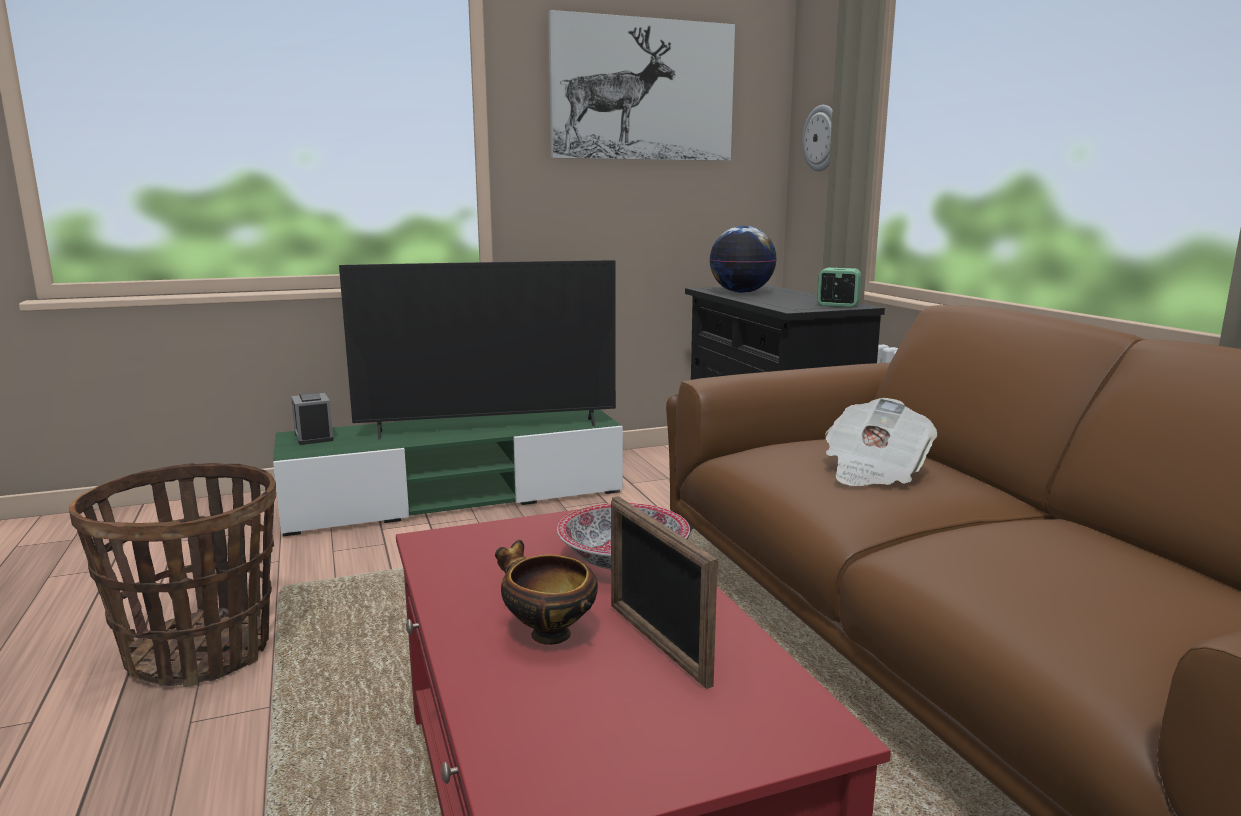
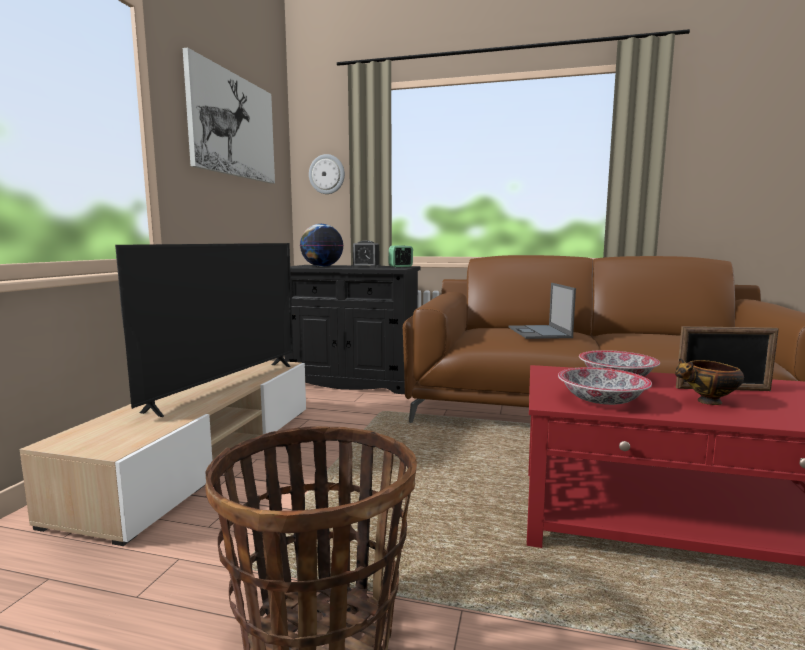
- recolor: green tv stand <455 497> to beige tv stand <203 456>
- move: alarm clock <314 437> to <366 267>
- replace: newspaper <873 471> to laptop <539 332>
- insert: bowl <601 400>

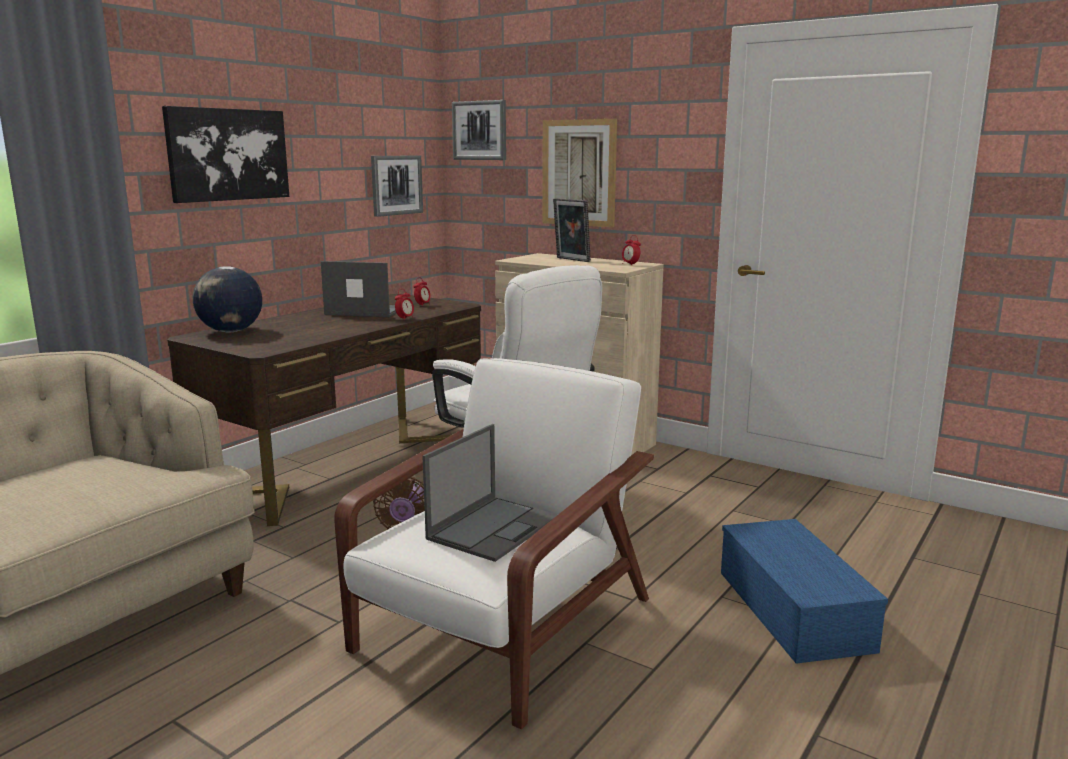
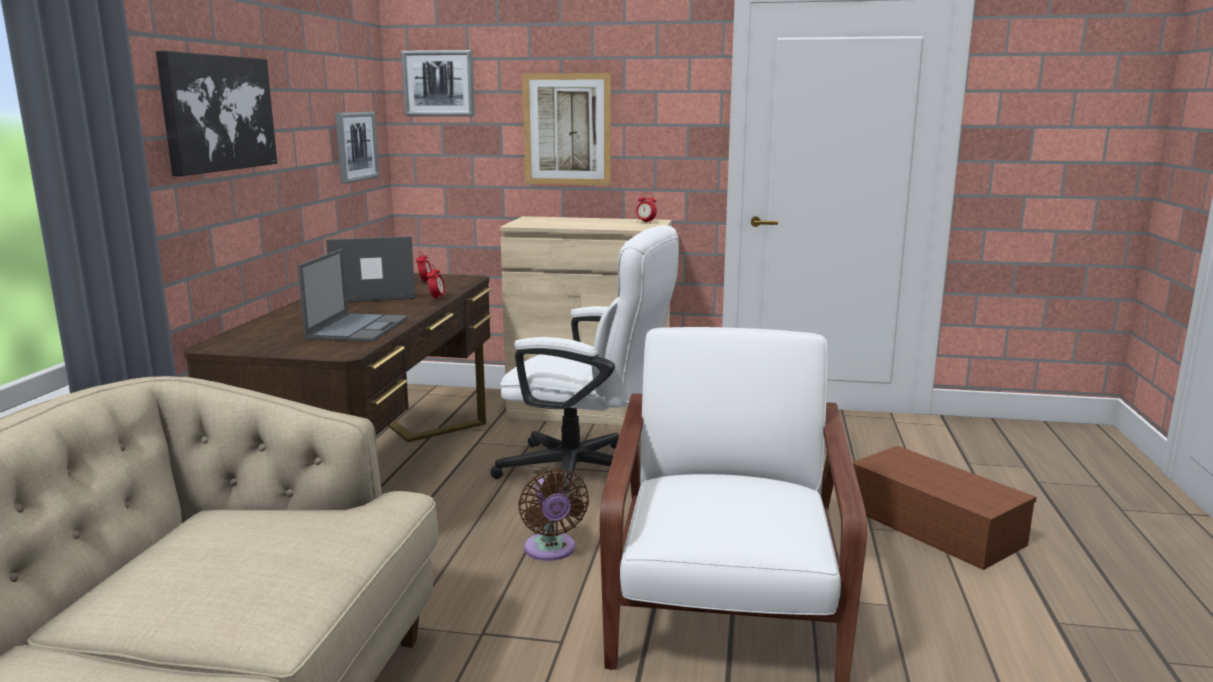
- delete: globe <230 331>
- move: laptop <494 527> to <358 328>
- delete: picture frame <571 260>
- recolor: blue storage box <796 610> to brown storage box <937 526>

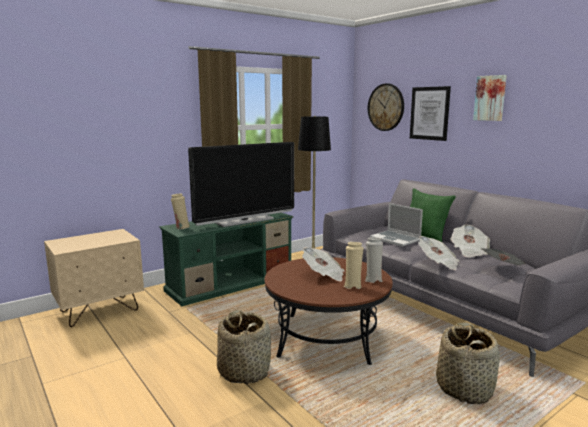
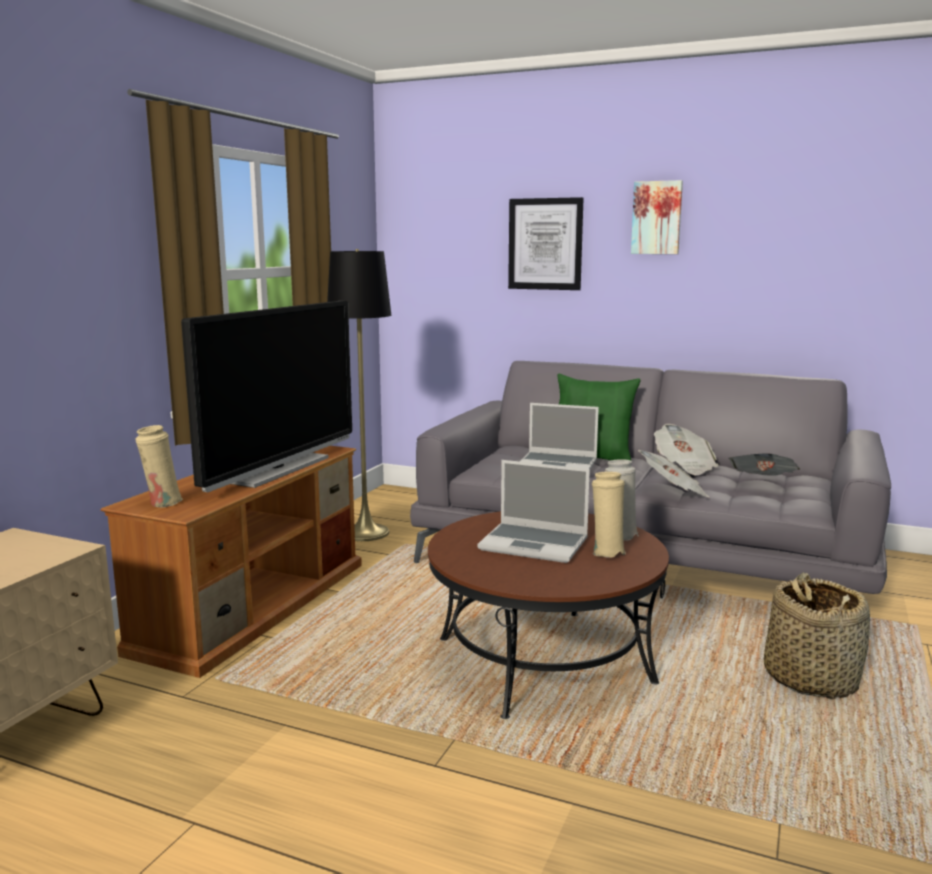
- recolor: green tv stand <232 282> to brown tv stand <254 604>
- delete: basket <244 371>
- replace: newspaper <323 275> to laptop <535 544>
- delete: wall clock <386 107>

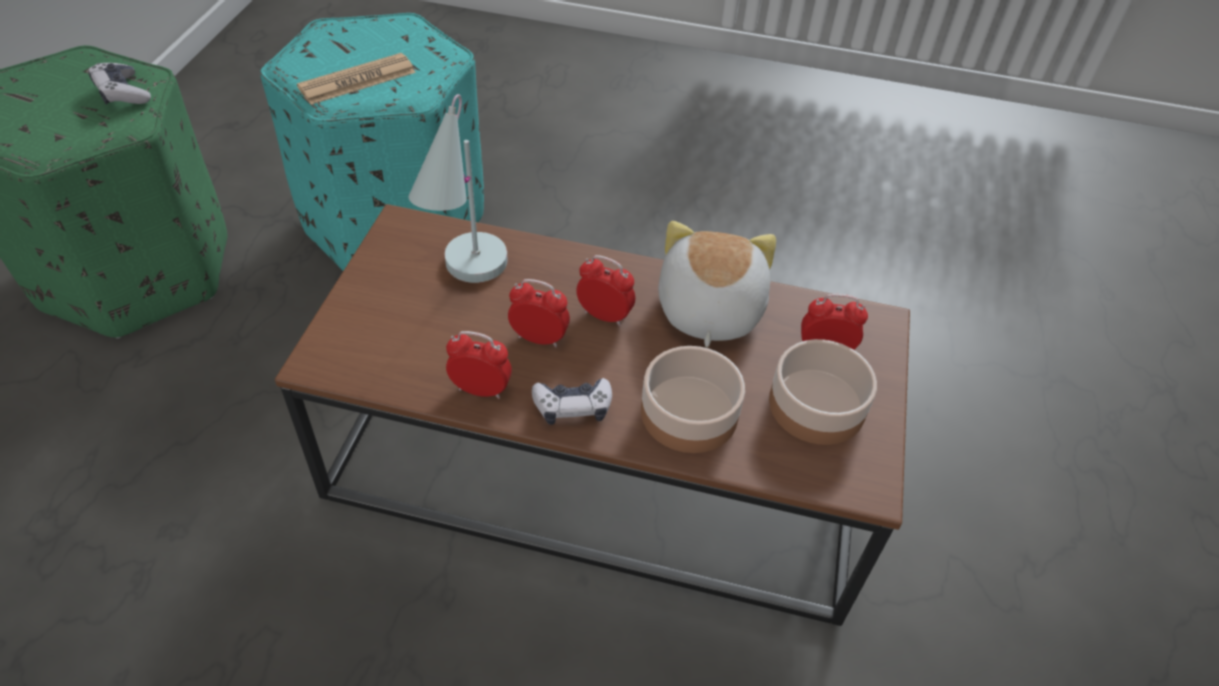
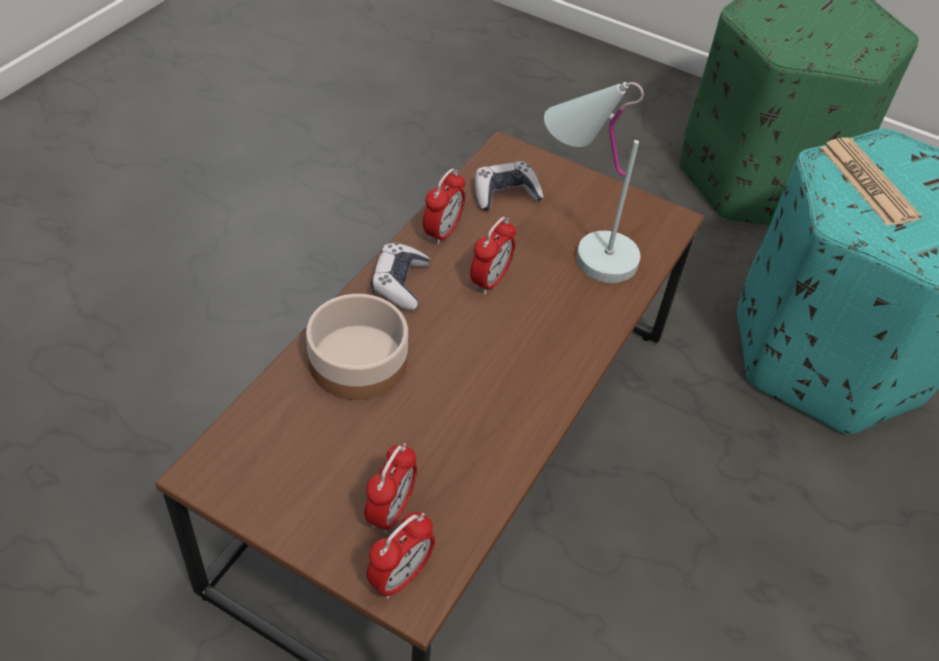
- move: game controller <122 93> to <505 194>
- move: alarm clock <604 315> to <400 576>
- delete: plush toy <707 310>
- delete: bowl <816 404>

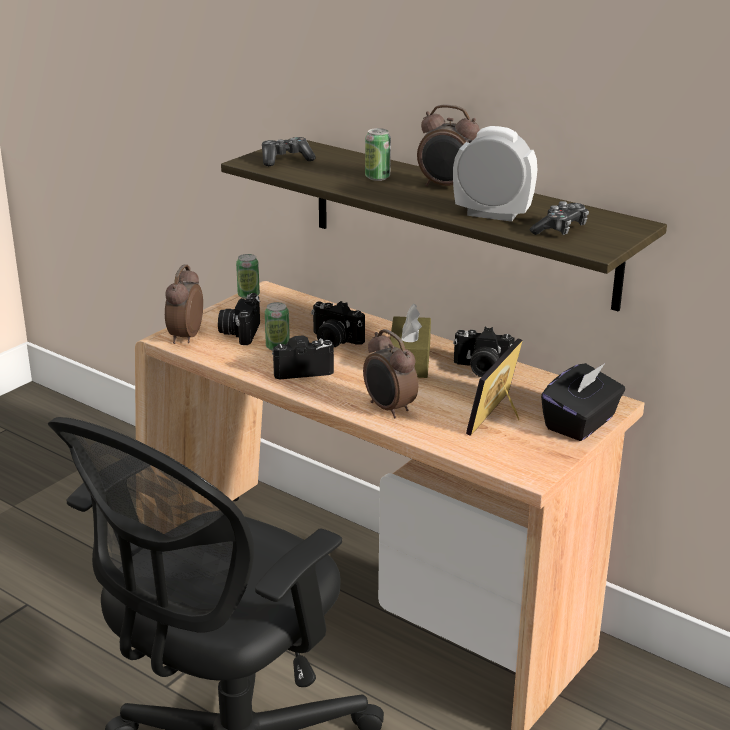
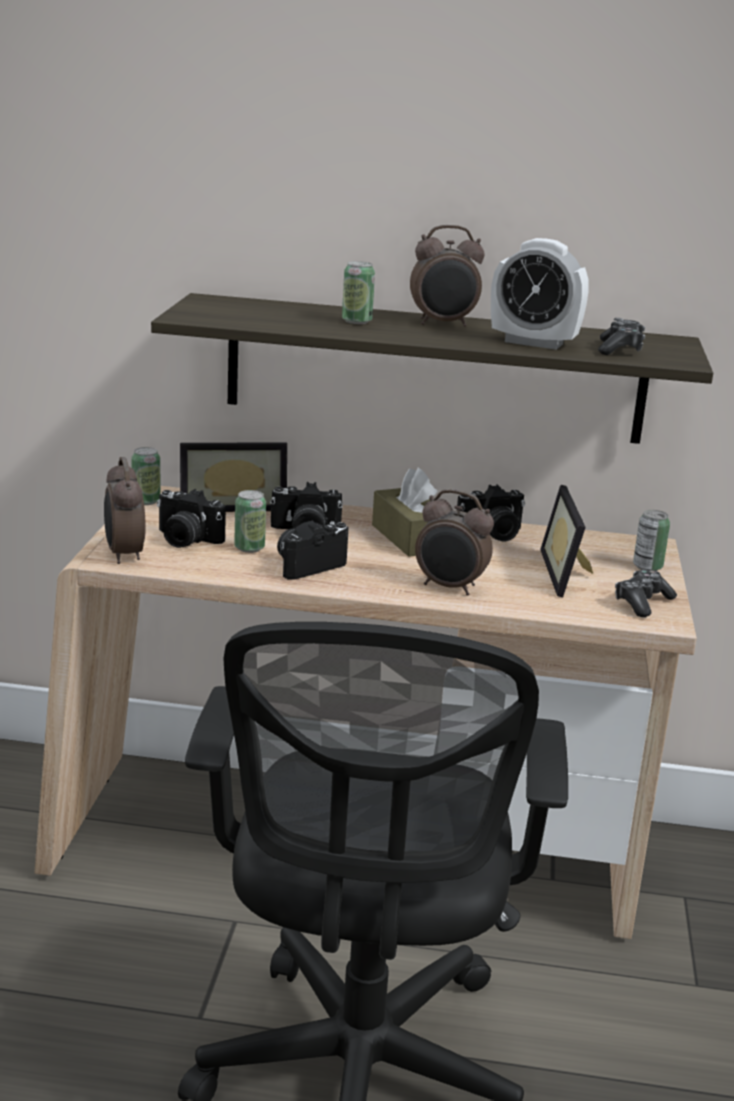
- rotate: photo camera <240 332> = <185 540> 45 degrees counterclockwise
- move: game controller <286 160> to <642 602>
- rotate: alarm clock <492 214> = <534 343> 150 degrees counterclockwise
- replace: black tissue box <581 423> to can <647 567>
- insert: picture frame <232 505>

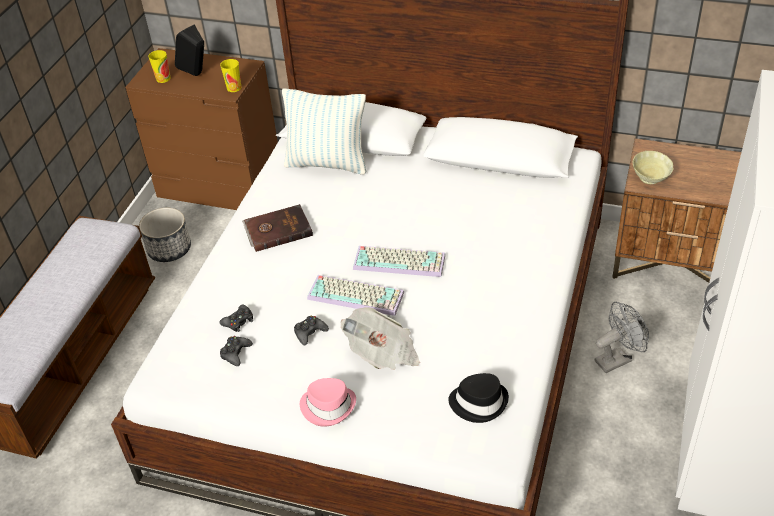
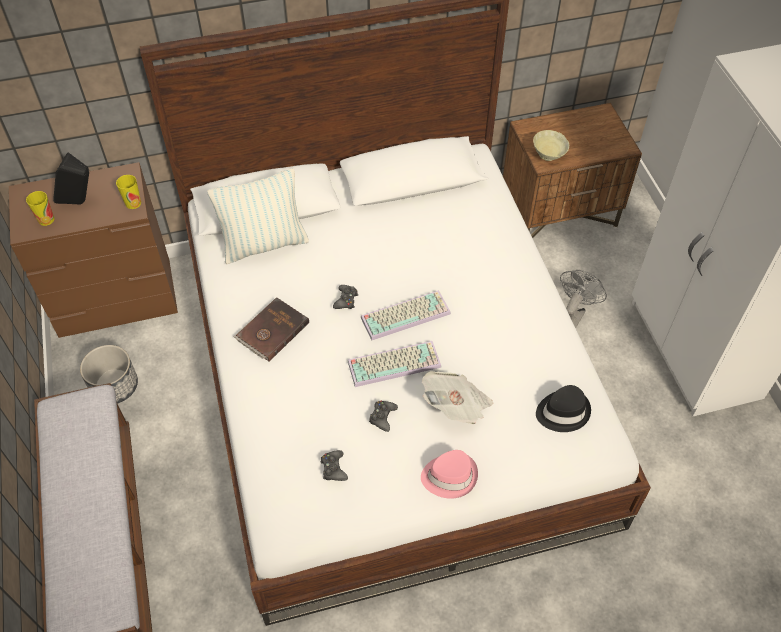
- move: black game controller <238 321> to <346 300>

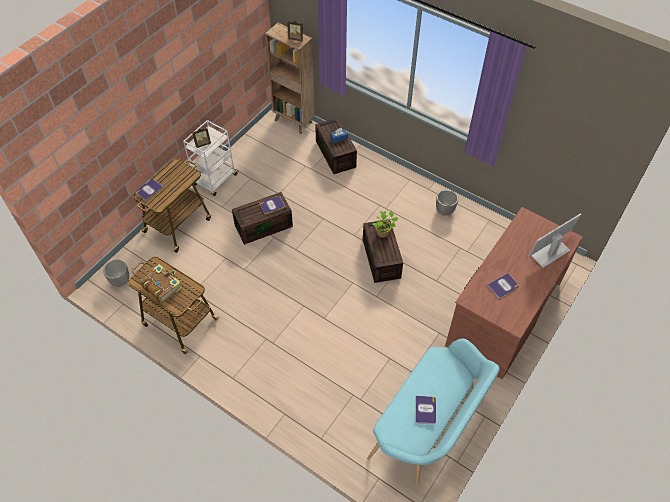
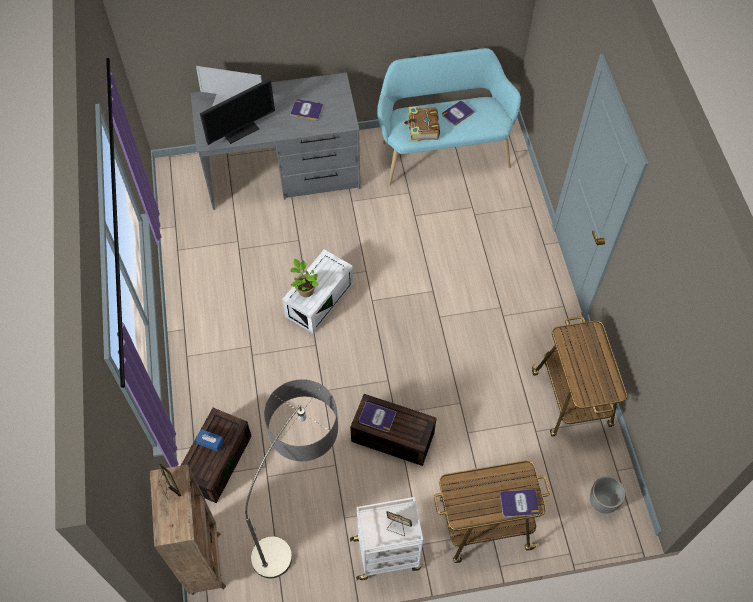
- move: book <162 286> to <422 128>
- recolor: brown storage box <382 259> to white storage box <319 299>
- delete: planter <445 211>
- recolor: brown desk <503 314> to grey desk <283 172>
- insert: monitor <240 129>
- insert: floor lamp <301 517>

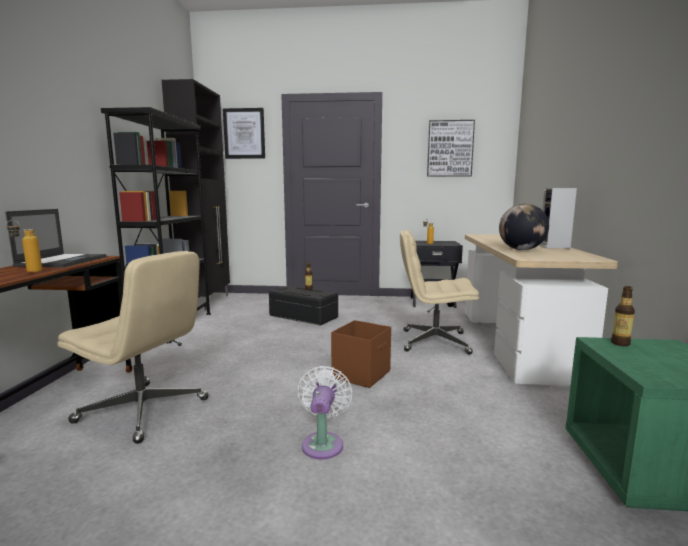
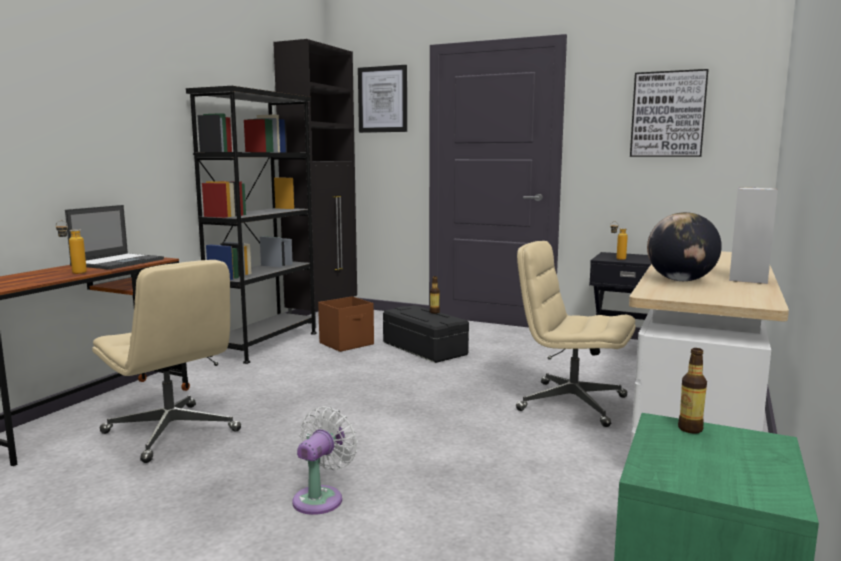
- move: brown storage box <362 374> to <347 343>

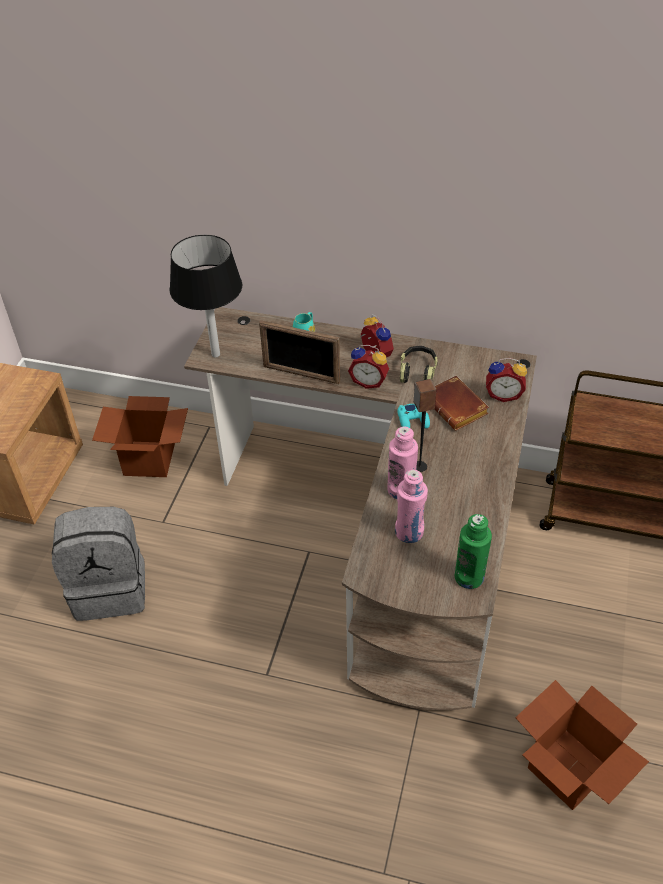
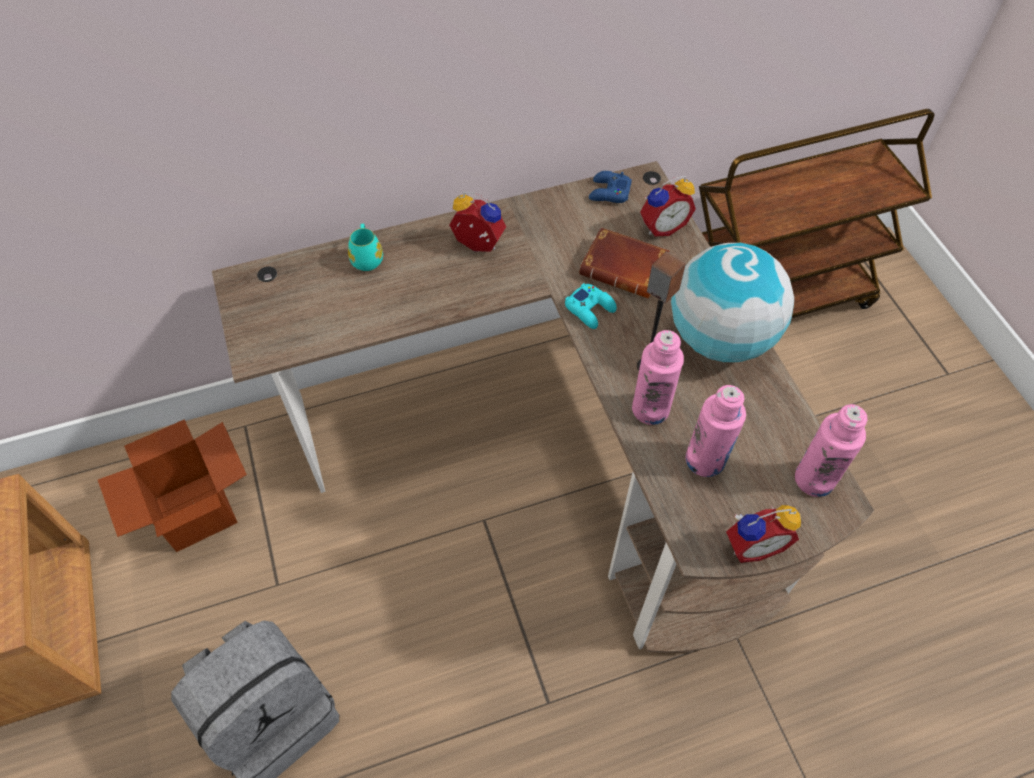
- delete: black table lamp <216 354>
- delete: picture frame <301 374>
- move: alarm clock <369 381> to <752 544>
- delete: headphones <417 371>
- recolor: green bottle <469 577> to pink bottle <814 479>
- delete: cardboard box <568 769>
- insert: blue game controller <609 192>
- insert: globe <720 338>

